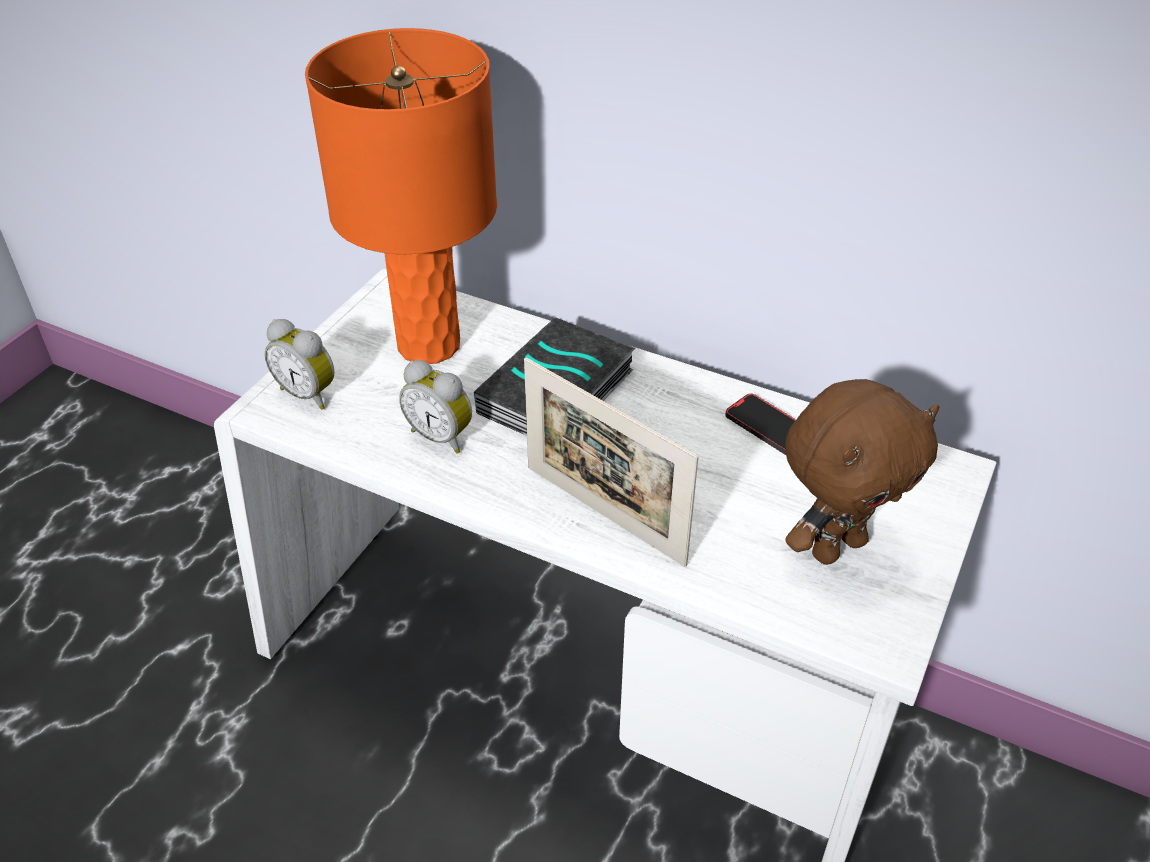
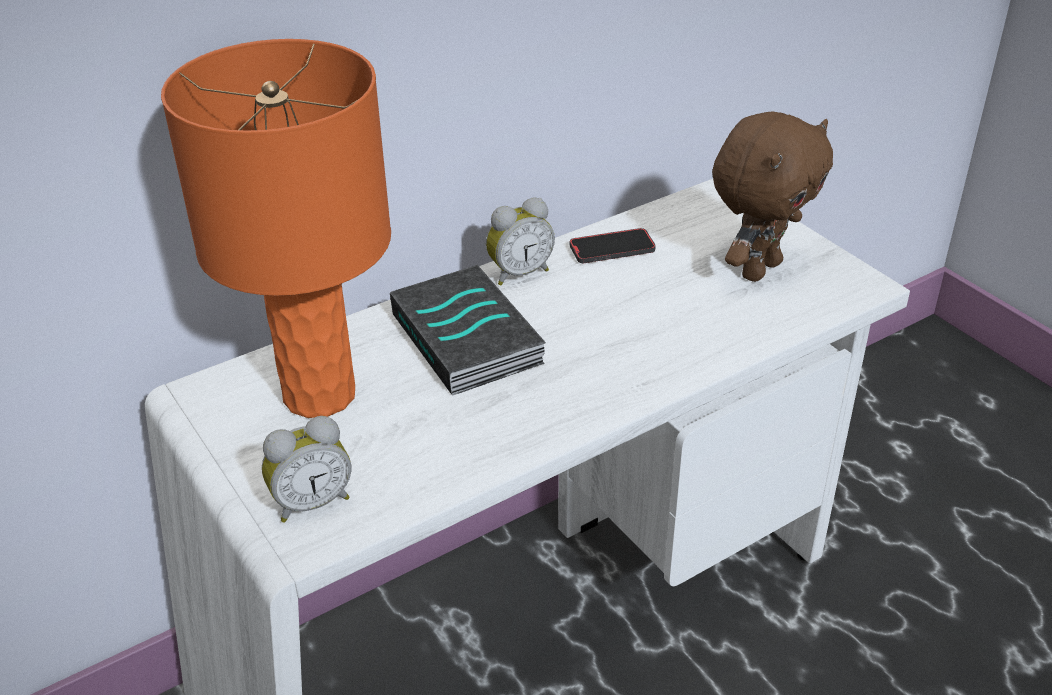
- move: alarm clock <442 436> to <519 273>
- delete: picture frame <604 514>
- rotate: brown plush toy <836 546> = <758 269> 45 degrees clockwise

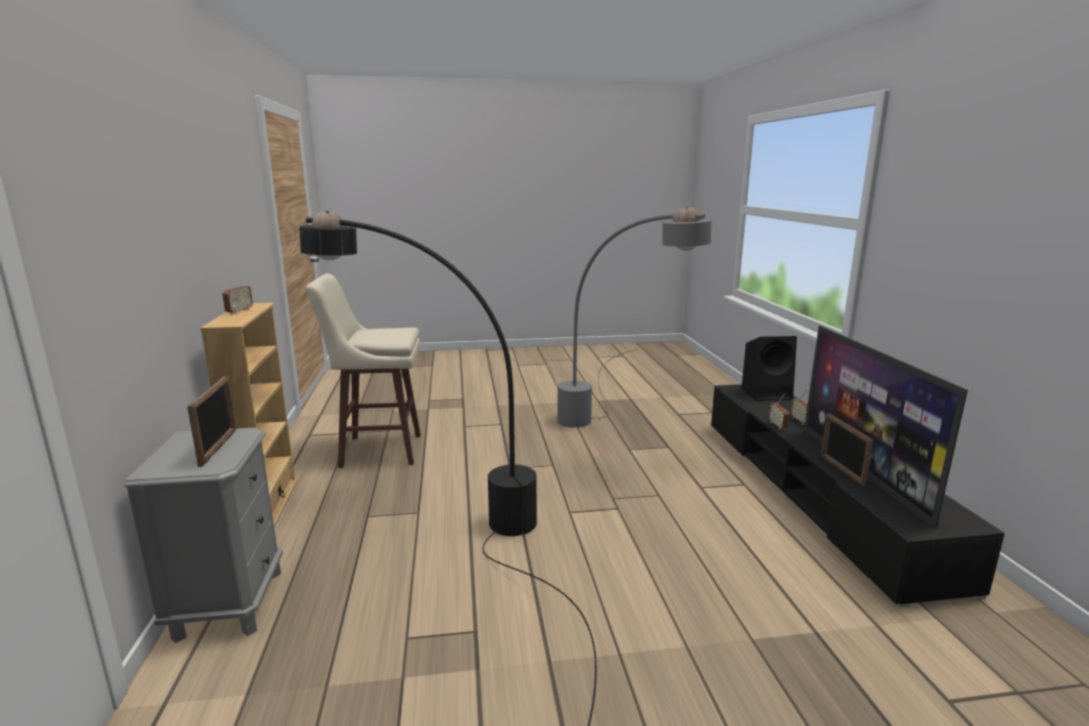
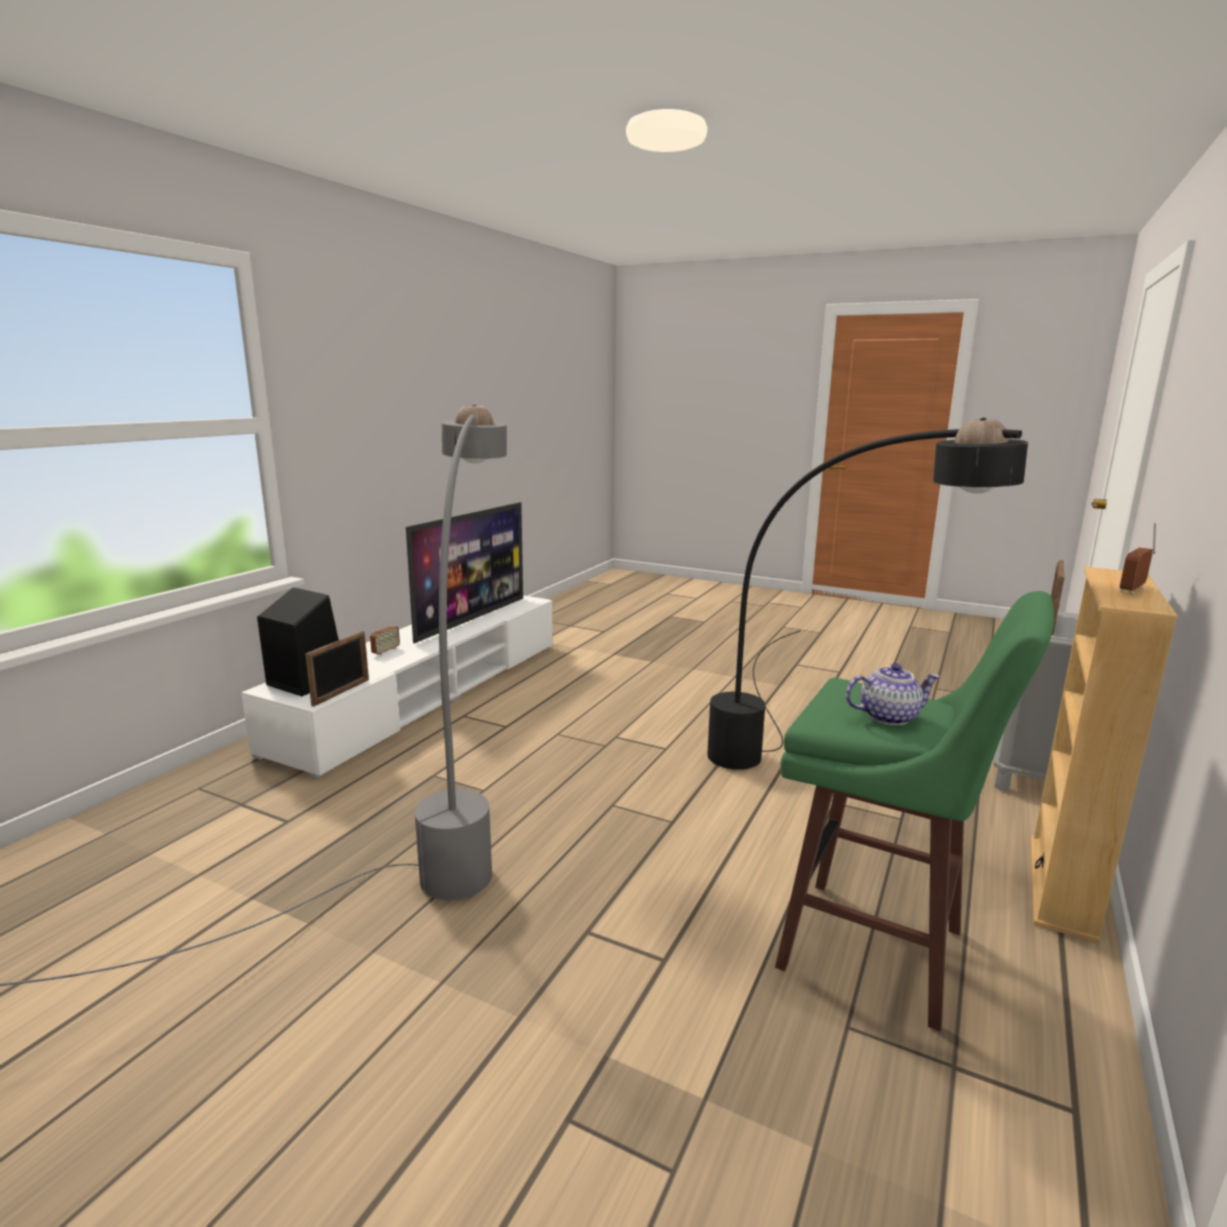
- recolor: beige stool <378 450> to green stool <877 952>
- recolor: black tv stand <815 492> to white tv stand <428 692>
- delete: radio <777 426>
- move: picture frame <841 470> to <341 692>
- insert: teapot <889 716>

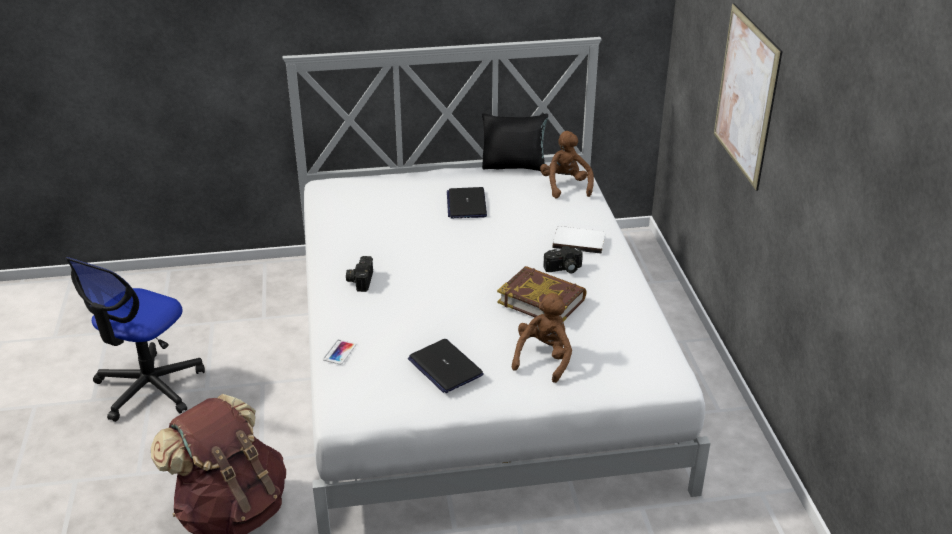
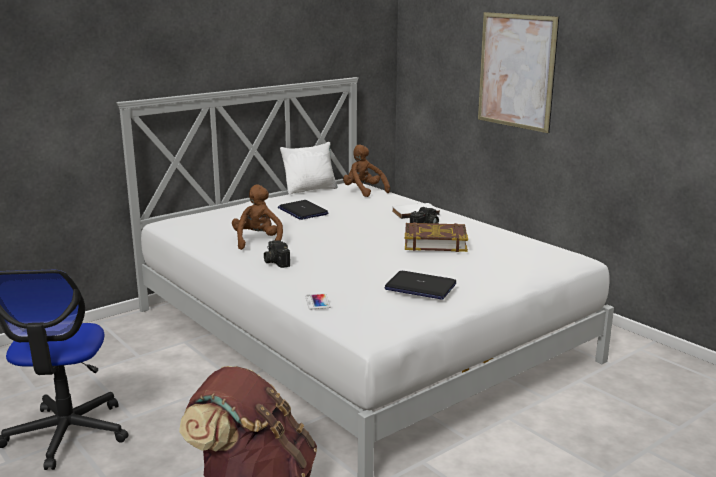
- recolor: black pillow <514 166> to white pillow <310 189>
- move: brown plush toy <544 358> to <258 242>

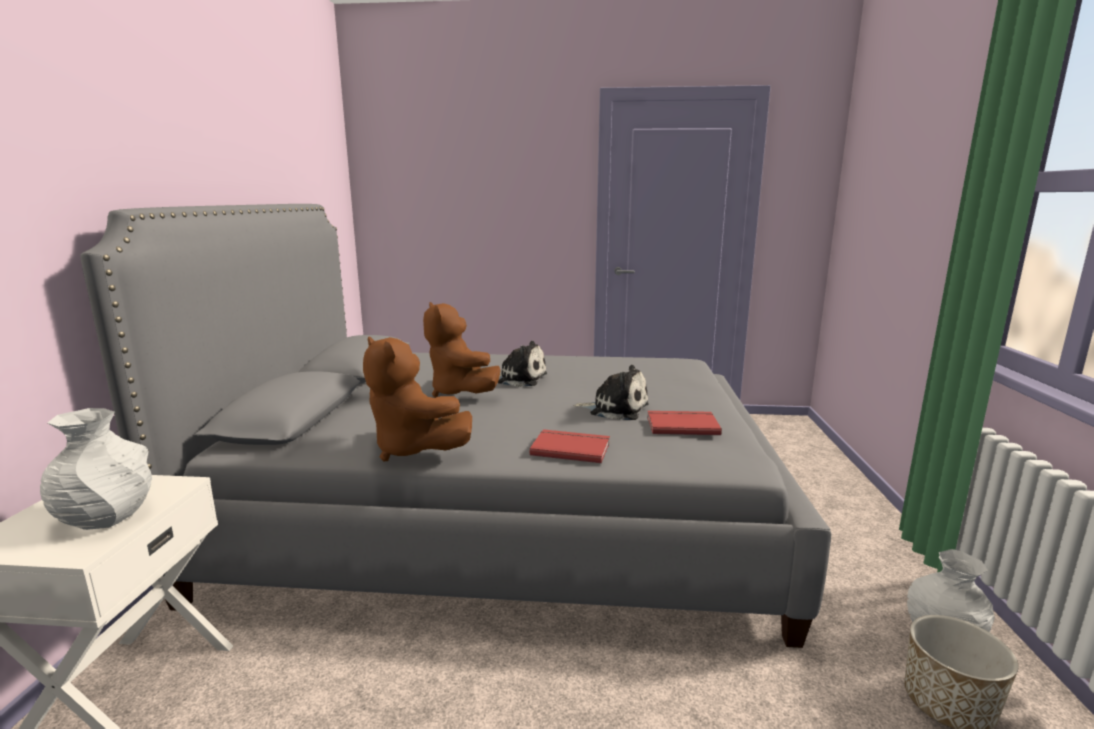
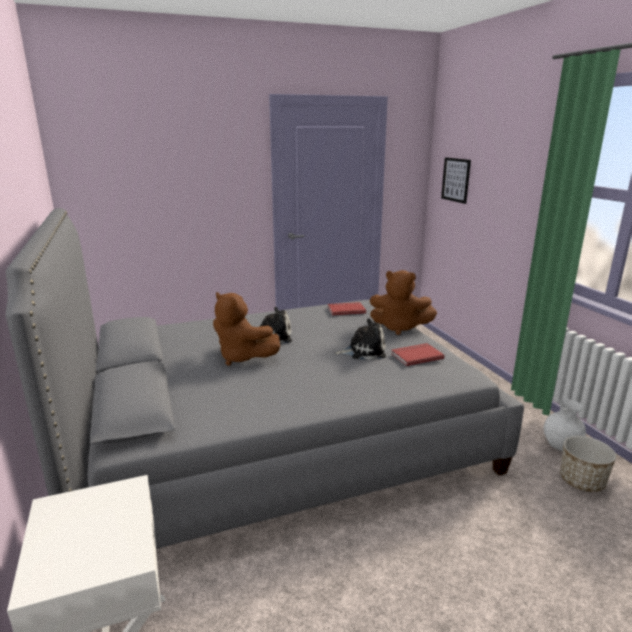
- delete: white vase <106 516>
- move: brown plush toy <413 449> to <399 327>
- move: red book <570 448> to <346 310>
- insert: picture <456 180>

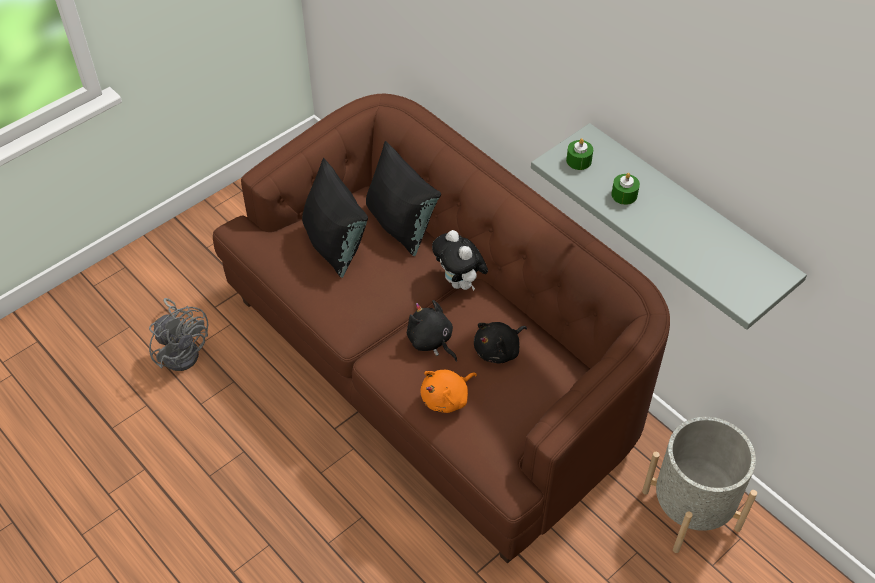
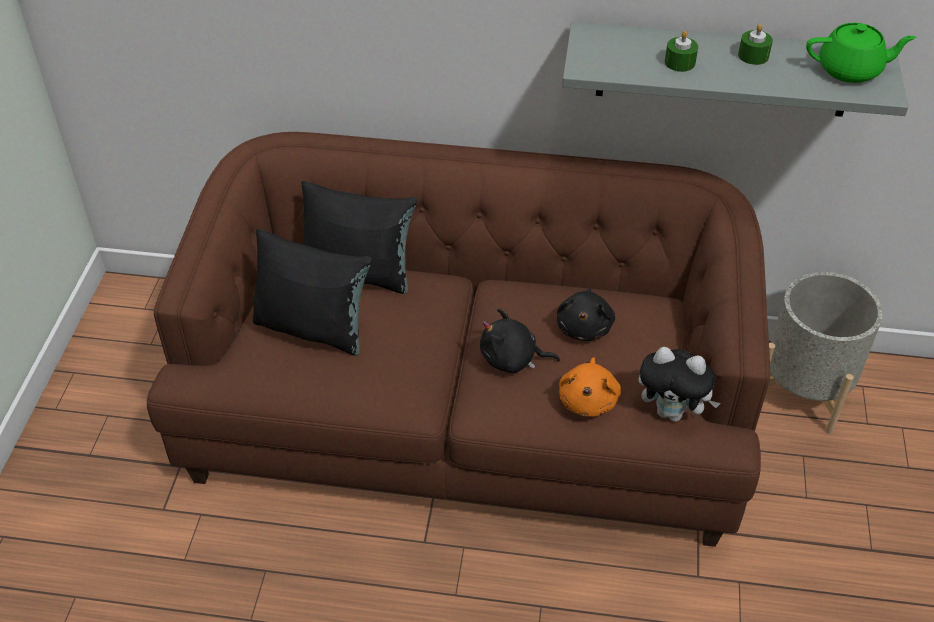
- delete: grey fan <183 350>
- move: plush toy <460 283> to <672 412>
- move: green candle <578 161> to <753 56>
- insert: green teapot <851 70>

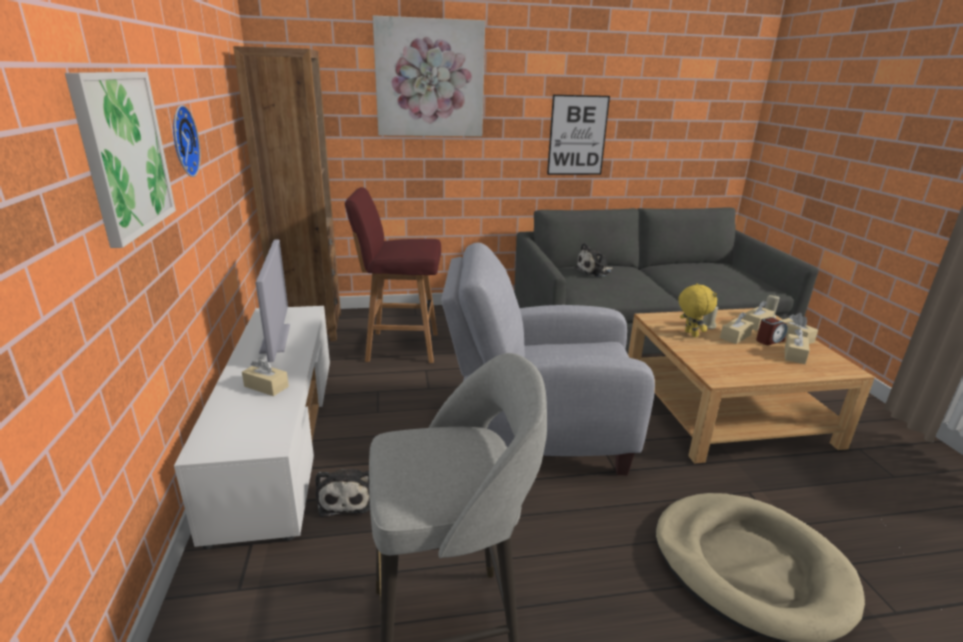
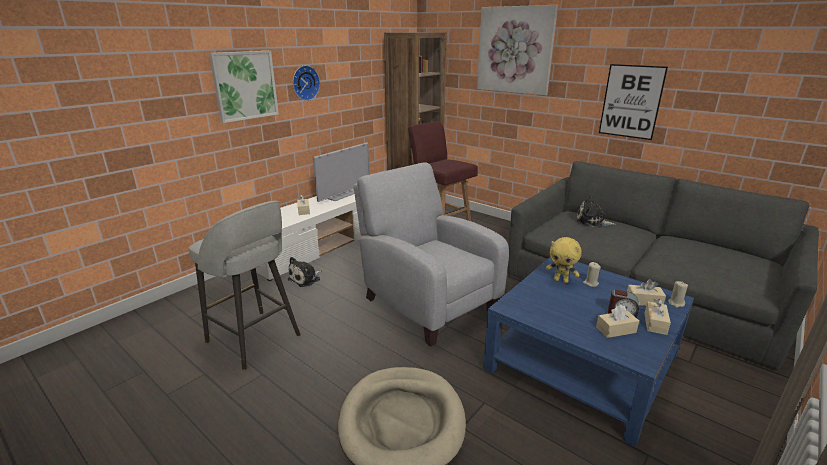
- recolor: beige coffee table <725 408> to blue coffee table <581 362>
- rotate: yellow plush toy <690 334> = <561 280> 90 degrees clockwise
- delete: beige tissue box <735 336>

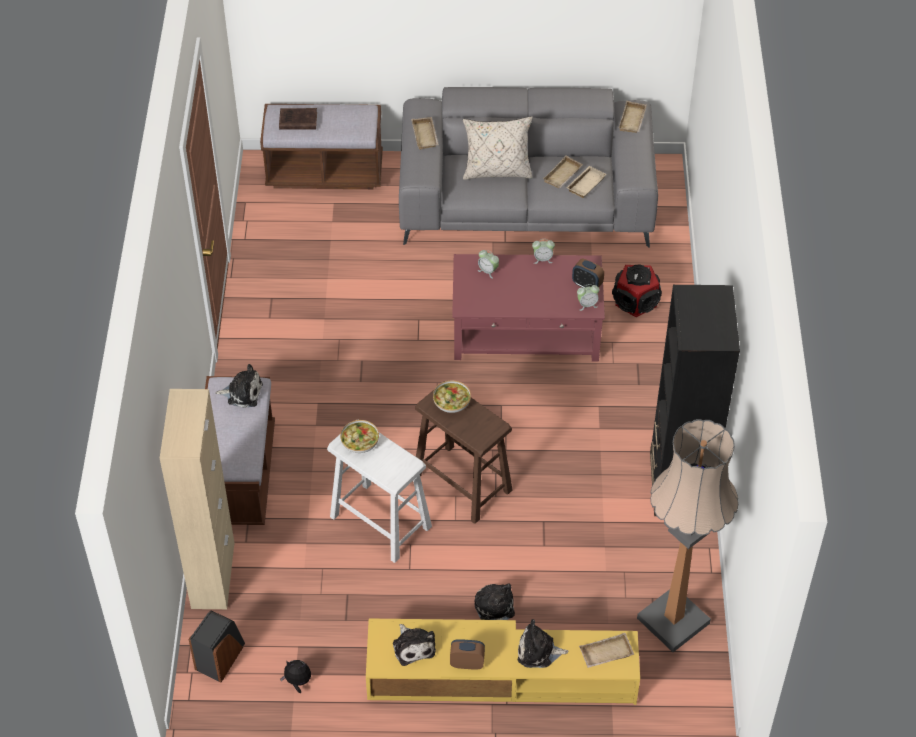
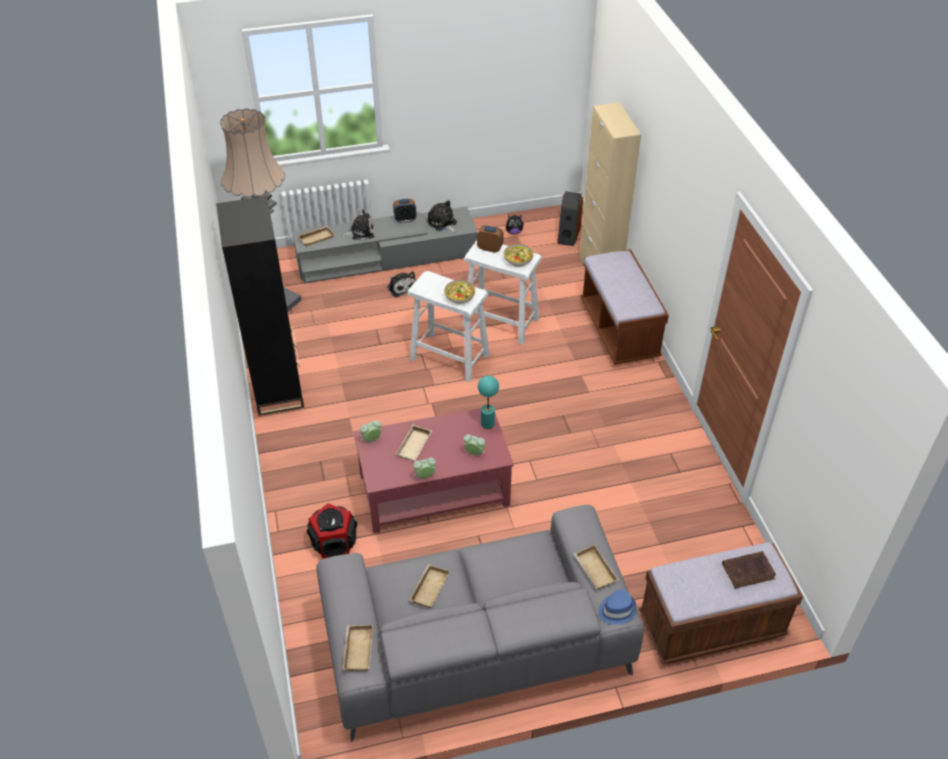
- delete: plush toy <242 393>
- recolor: yellow tv stand <501 673> to grey tv stand <387 257>
- recolor: brown stool <462 483> to white stool <450 357>
- delete: beige pillow <497 171>
- move: beige tray <585 184> to <415 446>
- move: alarm clock <587 285> to <490 248>
- insert: turquoise table lamp <488 423>
- insert: blue hat <616 609>

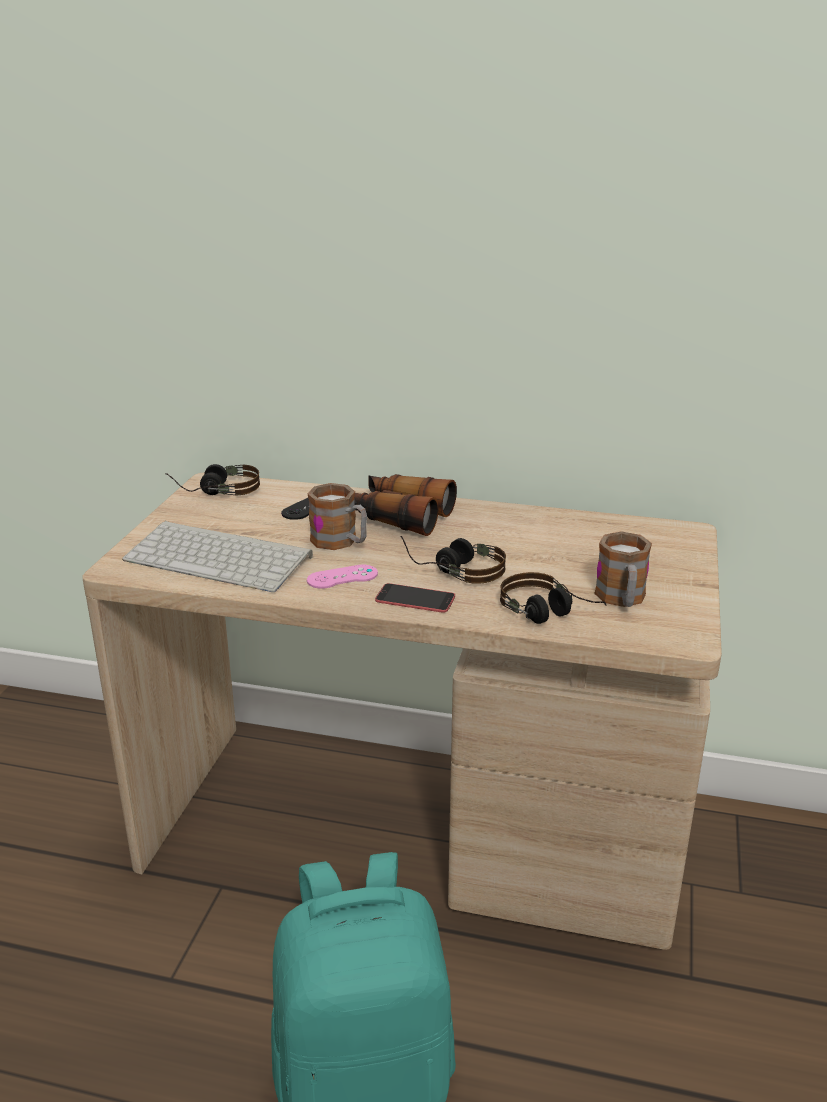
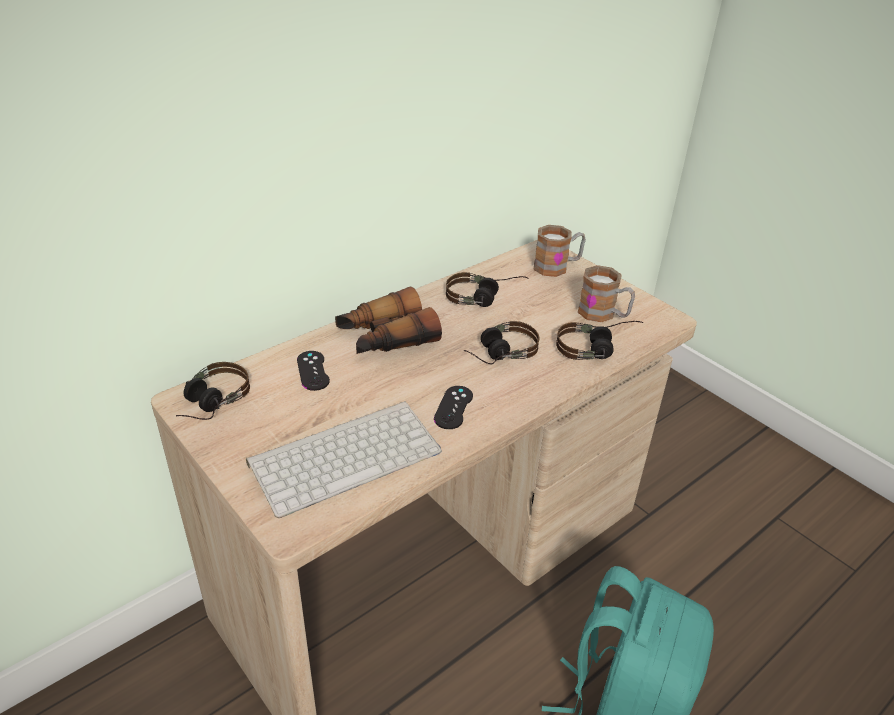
- move: mug <341 542> to <557 267>
- recolor: pink game controller <342 577> to black game controller <453 407>
- delete: phone <415 599>
- insert: headphones <484 298>

